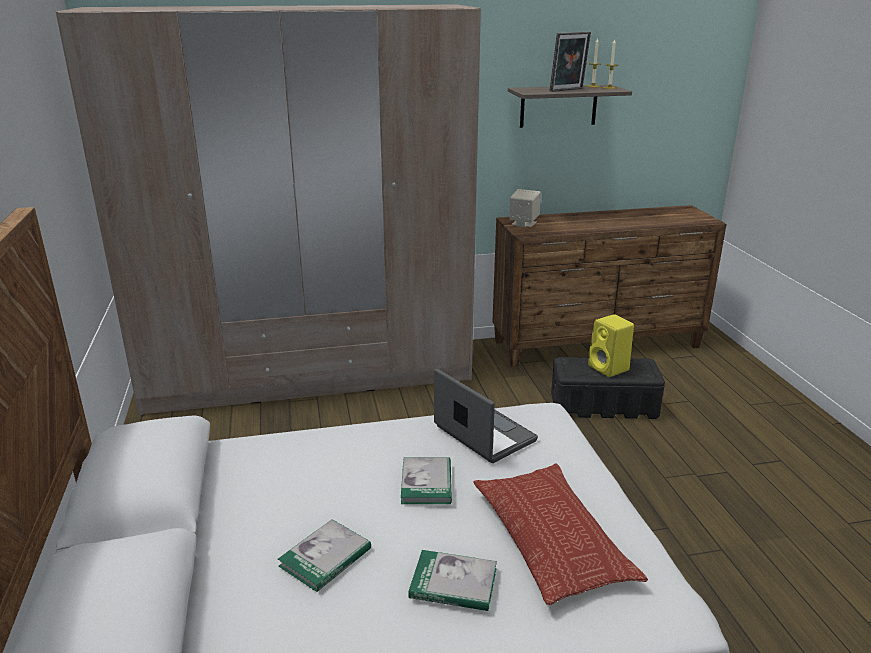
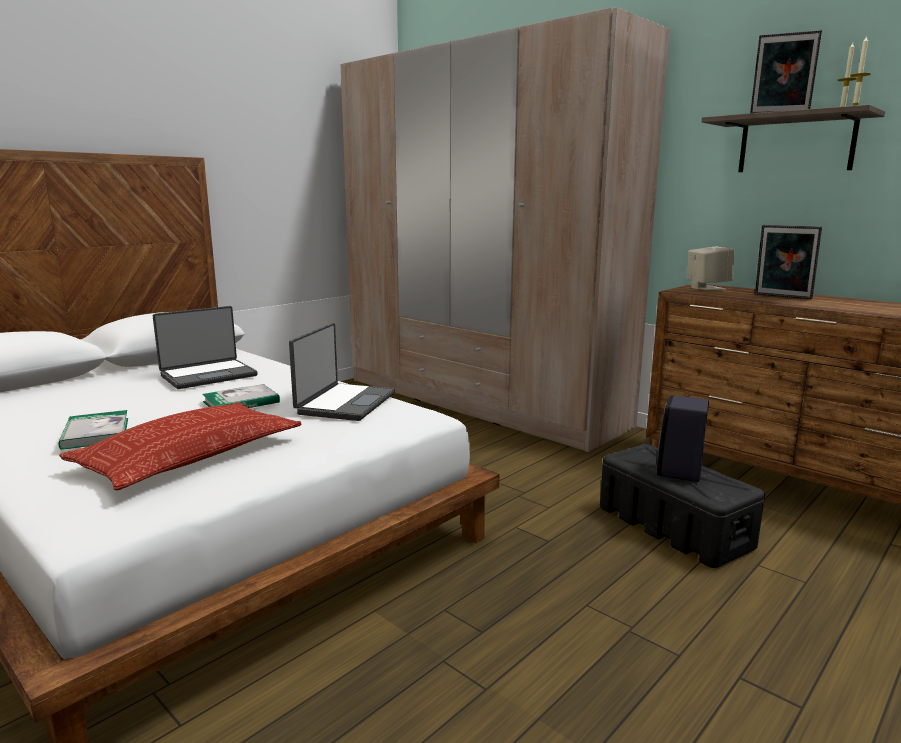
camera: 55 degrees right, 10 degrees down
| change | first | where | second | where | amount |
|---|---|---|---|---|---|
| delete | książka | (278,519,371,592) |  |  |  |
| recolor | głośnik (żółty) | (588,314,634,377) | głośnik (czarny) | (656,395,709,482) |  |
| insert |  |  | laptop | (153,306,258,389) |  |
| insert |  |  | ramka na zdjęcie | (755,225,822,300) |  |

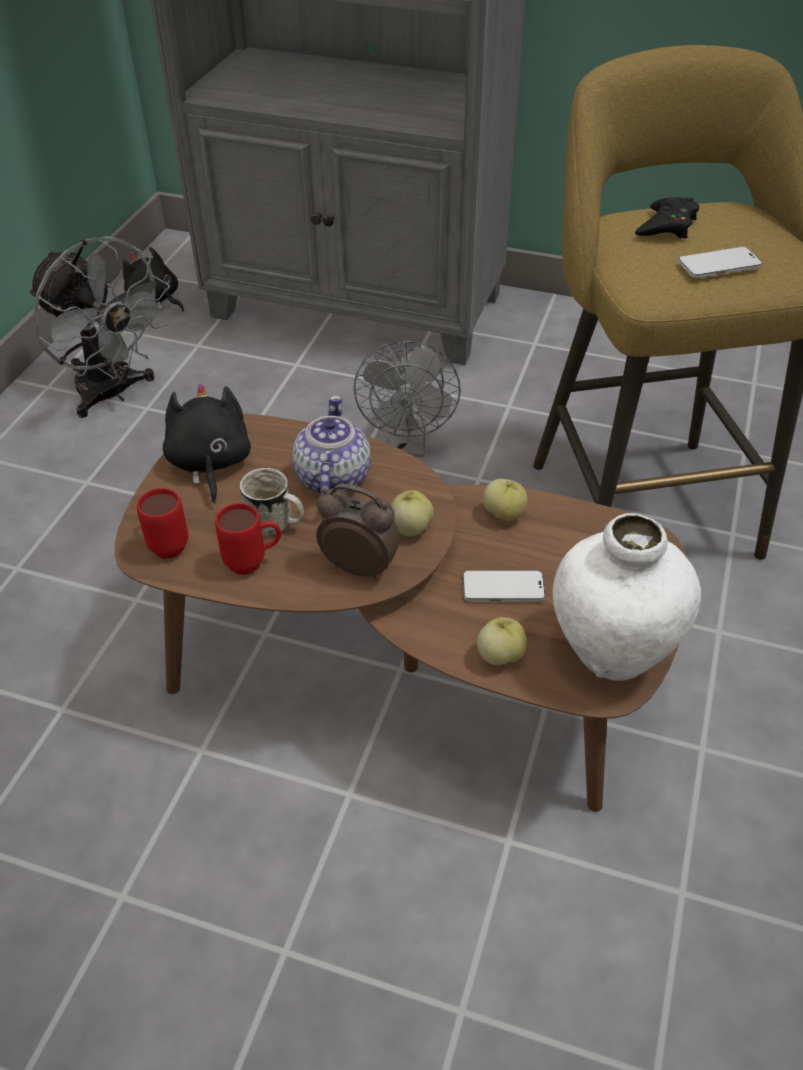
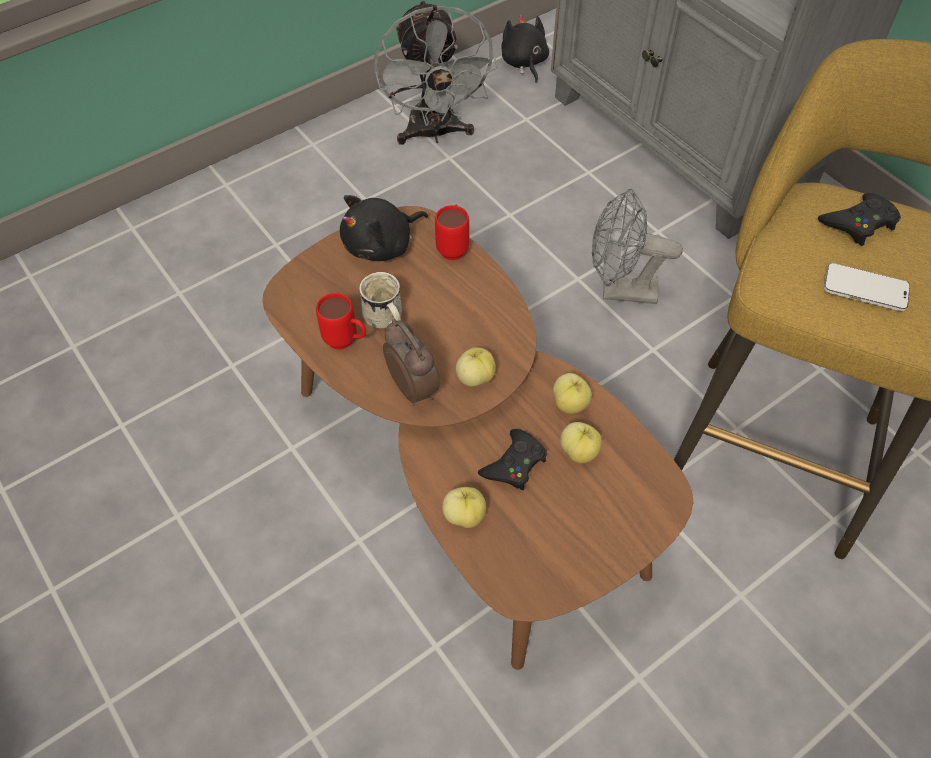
camera: 35 degrees right, 10 degrees up
| change | first | where | second | where | amount |
|---|---|---|---|---|---|
| move | kubek (czerwony) | (137,488,188,559) |  | (435,205,469,260) |  |
| rotate | pluszak (czarny) | (163,382,251,504) |  | (340,195,428,261) | 150 degrees counterclockwise |
| delete | imbryk | (293,395,371,494) |  |  |  |
| rotate | wentylator (szary) | (354,341,461,457) |  | (592,189,683,304) | 60 degrees clockwise |
| replace | telefon | (463,570,545,602) | pad do gier (czarny) | (478,429,547,490) |  |
| delete | wazon (biały) | (552,513,701,681) |  |  |  |
| insert |  |  | jabłko | (560,422,602,463) |  |

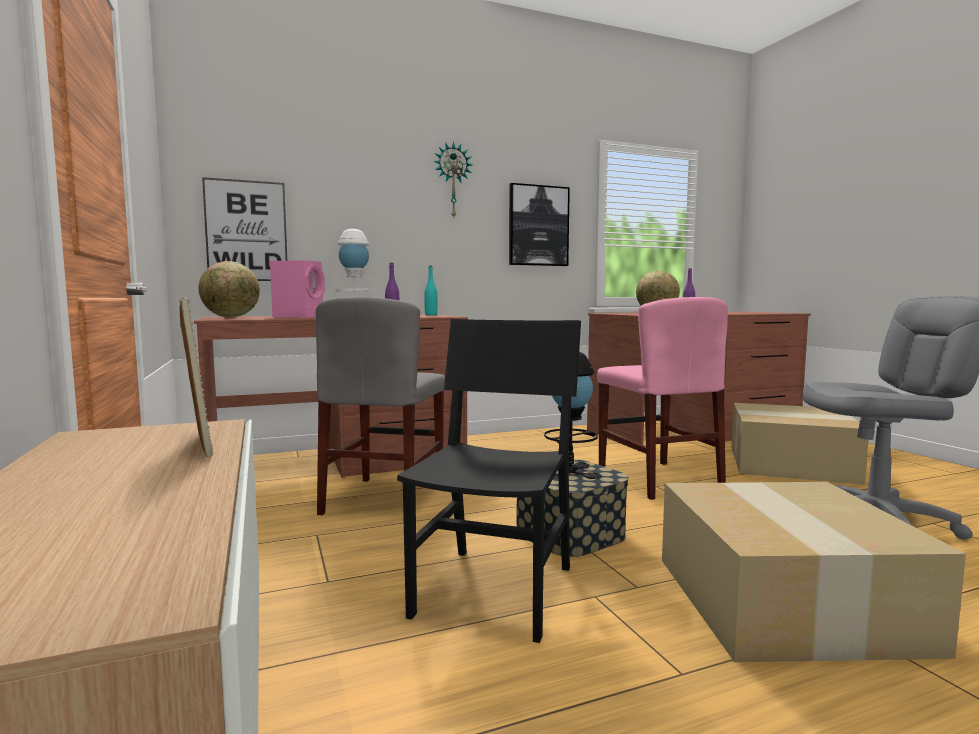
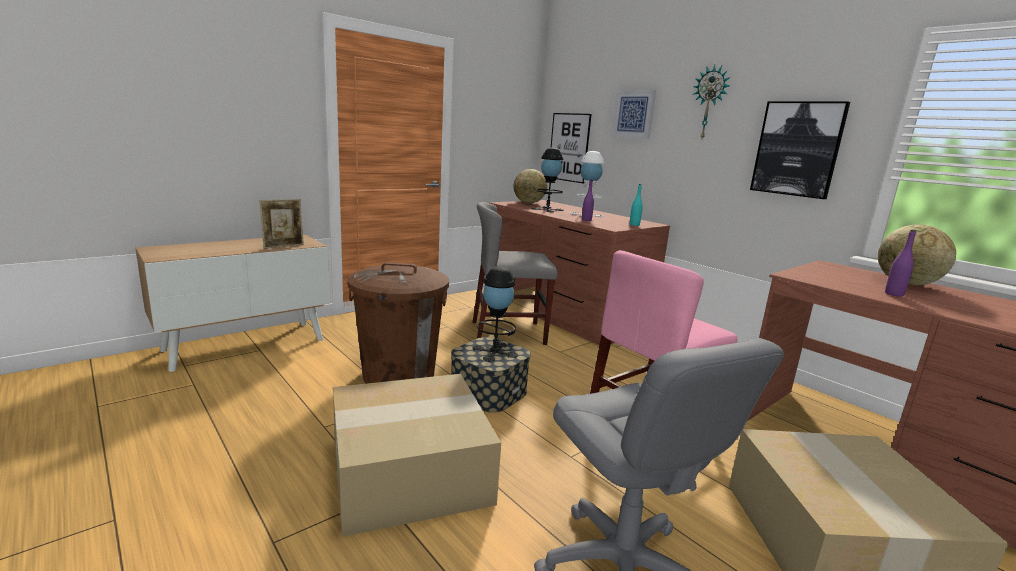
camera: 70 degrees right, 10 degrees up
| change | first | where | second | where | amount |
|---|---|---|---|---|---|
| replace | głośnik (różowy) | (270,260,325,318) | lampa stołowa (czarny) | (532,148,564,212) |  |
| replace | krzesło (czarny) | (397,319,581,643) | kosz na śmieci (brązowy) | (347,262,449,384) |  |
| insert |  |  | obraz | (611,89,656,139) |  |

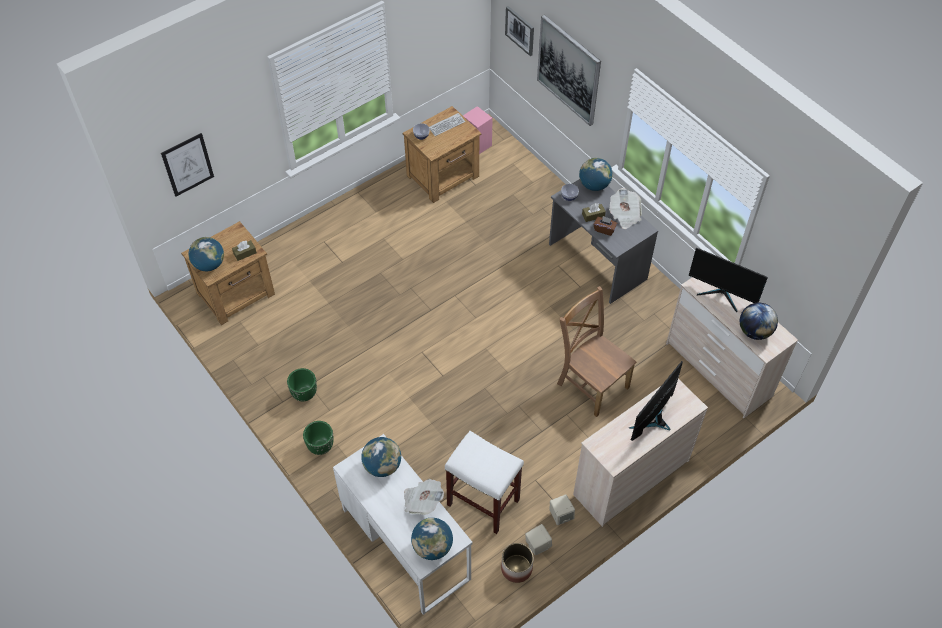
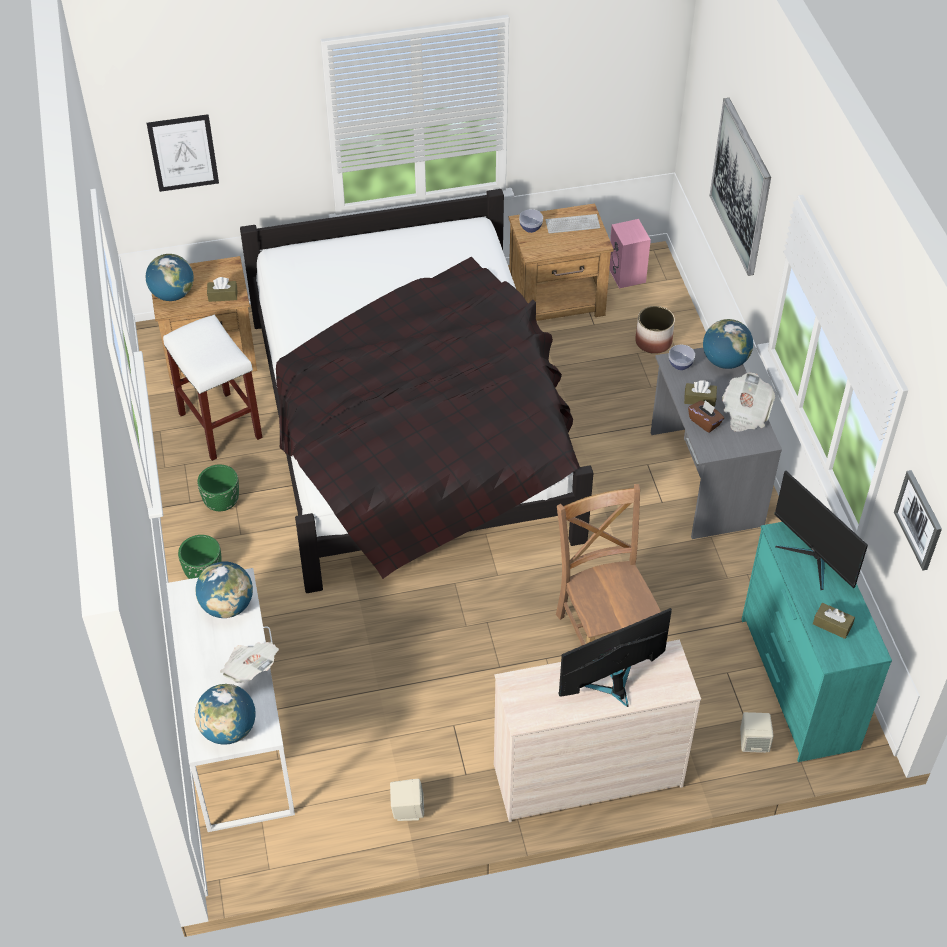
camera: 25 degrees right, 5 degrees down
| change | first | where | second | where | amount |
|---|---|---|---|---|---|
| move | stołek (biały) | (445,431,524,534) |  | (163,315,263,461) |  |
| move | donica | (501,543,534,583) |  | (635,306,675,354) |  |
| move | obraz | (505,6,534,56) |  | (894,470,942,570) |  |
| move | głośnik (beżowy) | (549,494,575,525) |  | (740,712,773,753) |  |
| recolor | komoda (beżowy) | (666,277,798,418) | komoda (turkusowy) | (741,522,892,762) |  |
| replace | globus | (740,303,778,340) | pudełko chusteczek (brązowy) | (813,603,855,639) |  |
| insert |  |  | łóżko (czarny) | (240,189,593,593) |  |

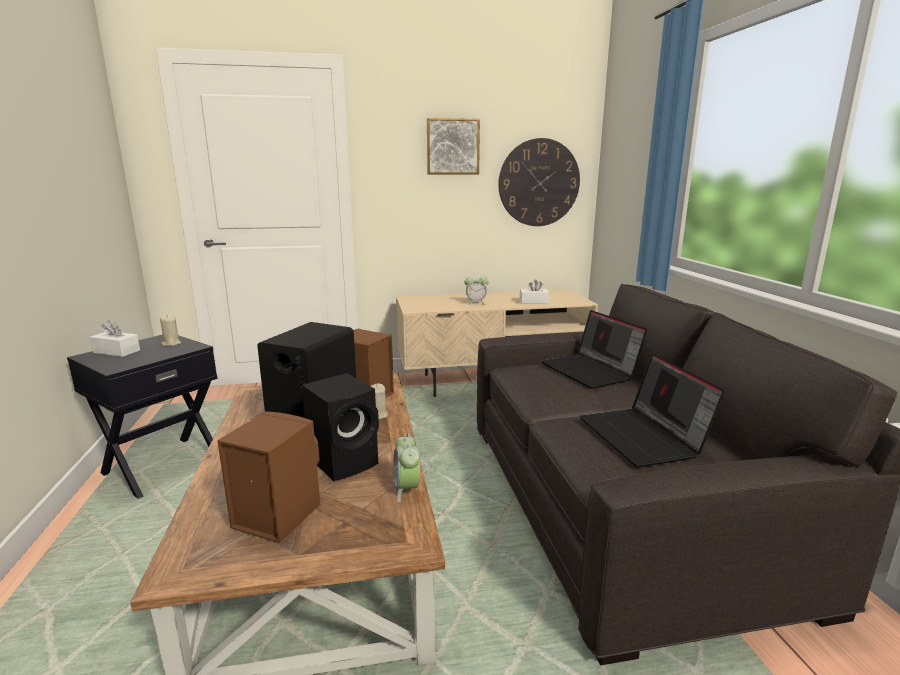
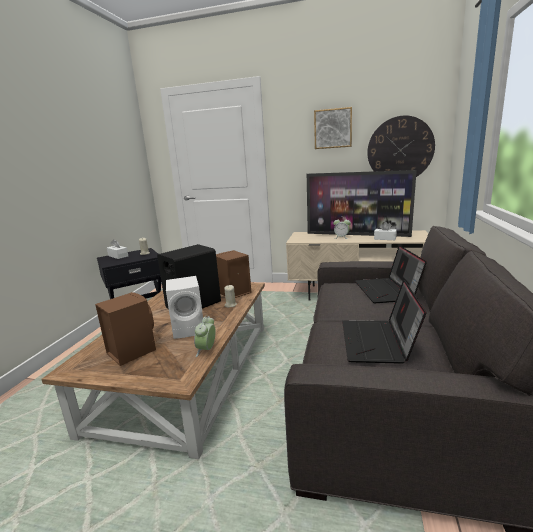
camera: 25 degrees right, 0 degrees up
| change | first | where | second | where | amount |
|---|---|---|---|---|---|
| recolor | głośnik (czarny) | (302,373,379,481) | głośnik (biały) | (166,276,203,339) |  |
| insert |  |  | telewizor | (307,170,417,237) |  |

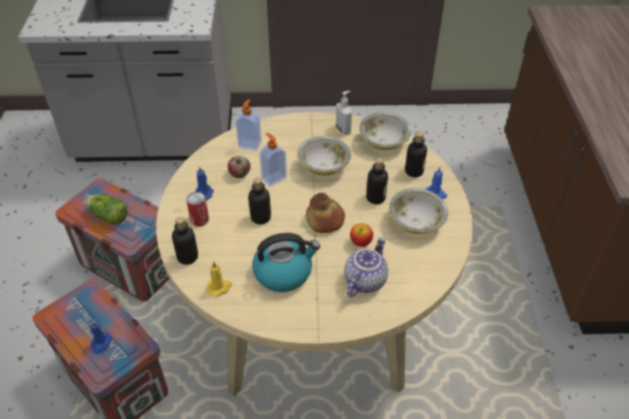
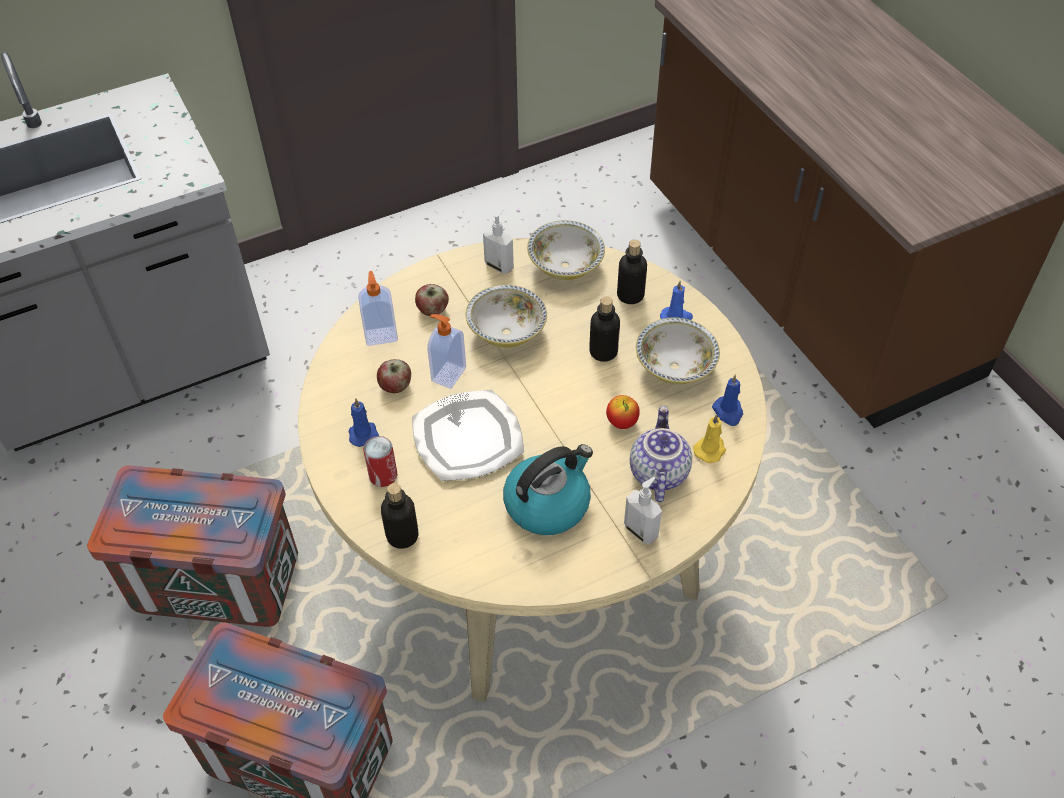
camera: 25 degrees left, 5 degrees up
| change | first | where | second | where | amount |
|---|---|---|---|---|---|
| delete | sałata | (86,194,128,225) |  |  |  |
| move | świeca (niebieski) | (90,321,112,354) |  | (712,374,743,426) |  |
| move | świeca (żółty) | (206,261,232,297) |  | (693,414,726,463) |  |
| replace | butelka | (248,177,271,224) | talerz | (412,390,524,481) |  |
| delete | chleb | (306,193,345,233) |  |  |  |
| insert |  |  | jabłko | (415,284,449,316) |  |
| insert |  |  | dozownik mydła | (624,477,662,545) |  |

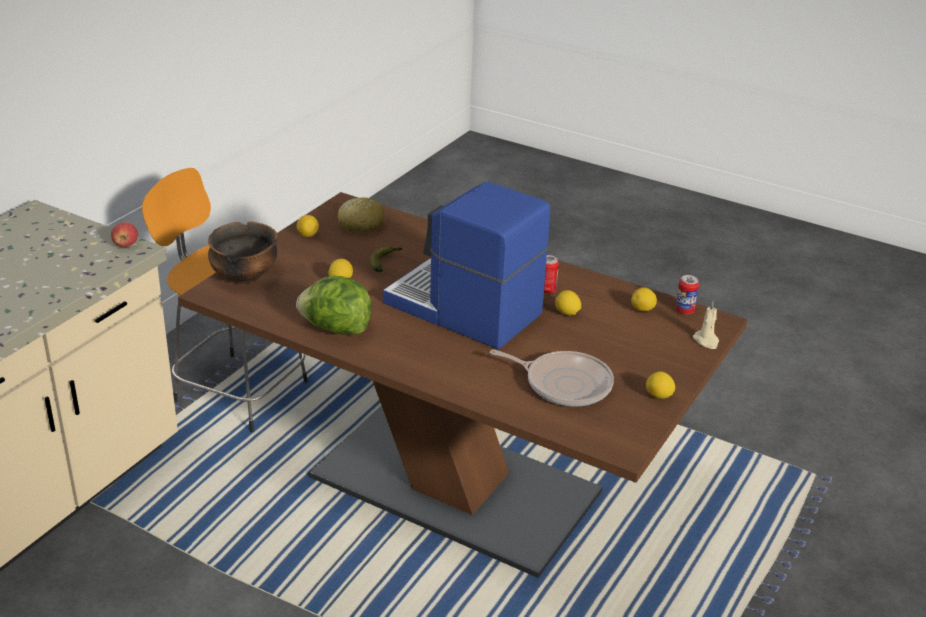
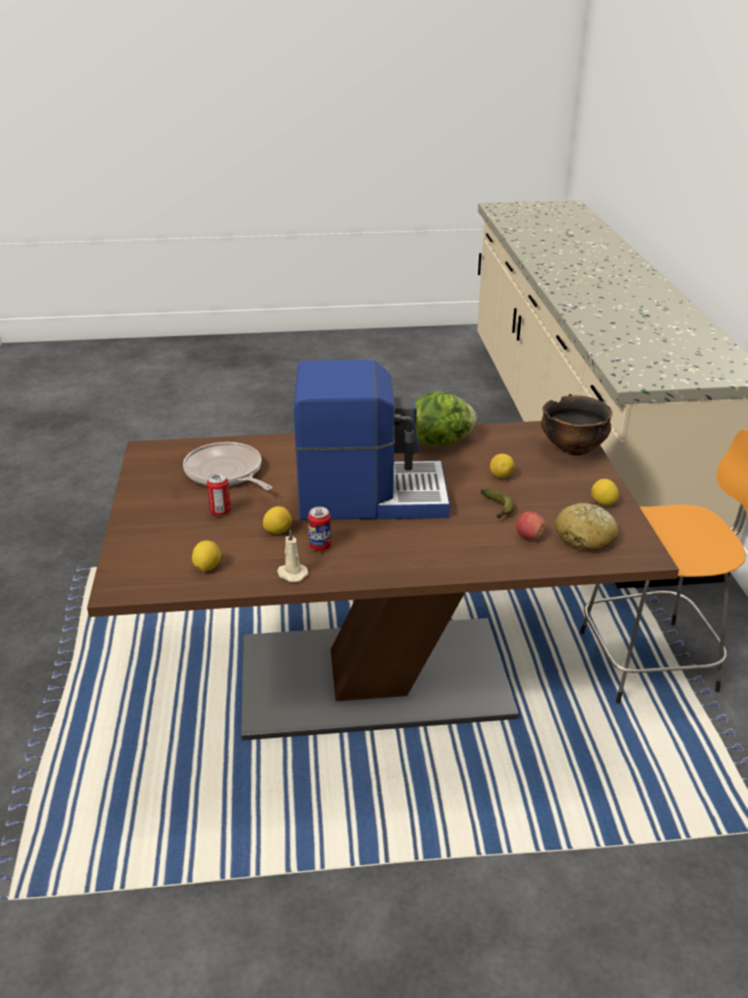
camera: 145 degrees right, 0 degrees up
| change | first | where | second | where | amount |
|---|---|---|---|---|---|
| move | jabłko | (111,222,138,247) |  | (516,511,546,540) |  |
| rotate | patelnia | (490,349,614,406) |  | (183,442,272,490) | 60 degrees clockwise |
| delete | cytryna | (646,371,675,399) |  |  |  |
| move | puszka | (675,275,699,314) |  | (207,473,231,516) |  |
| move | świeca (beżowy) | (693,301,719,349) |  | (277,530,308,582) |  |

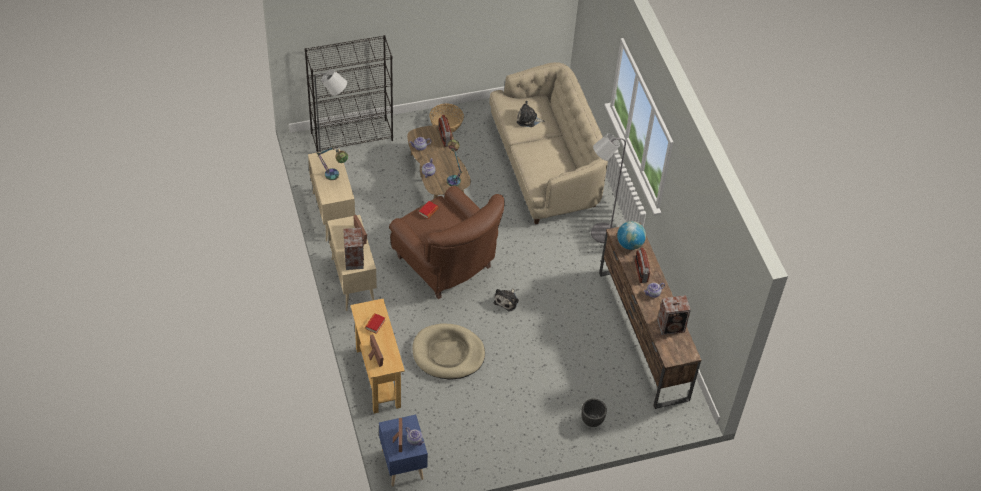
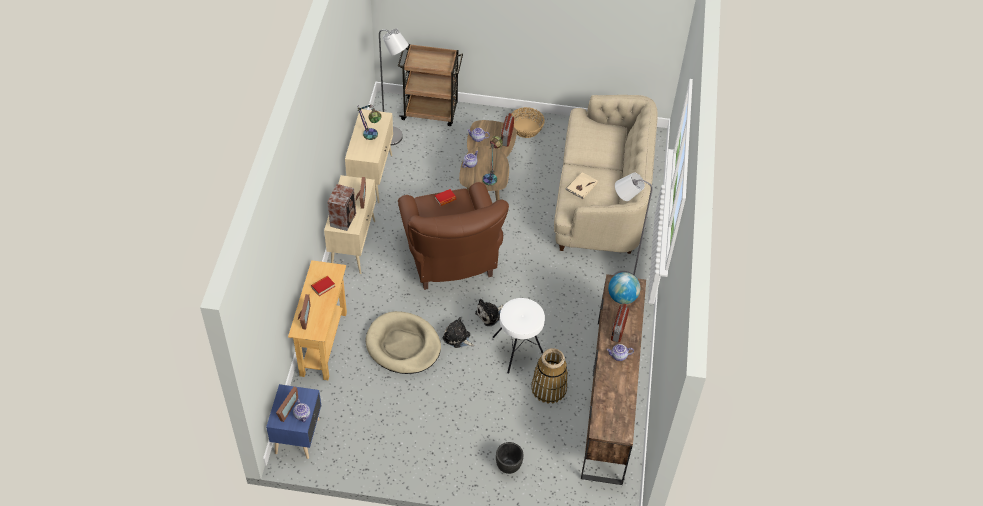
camera: 25 degrees right, 0 degrees up
| change | first | where | second | where | amount |
|---|---|---|---|---|---|
| replace | regał (czarny) | (305,35,393,153) | wózek (brązowy) | (398,44,463,126) |  |
| move | pluszak | (517,101,544,127) |  | (443,317,474,348) |  |
| delete | głośnik | (657,295,691,335) |  |  |  |
| insert |  |  | stołek (biały) | (493,298,546,374) |  |
| insert |  |  | koszyk | (531,348,568,404) |  |
| insert |  |  | książka (beżowy) | (565,172,598,199) |  |

